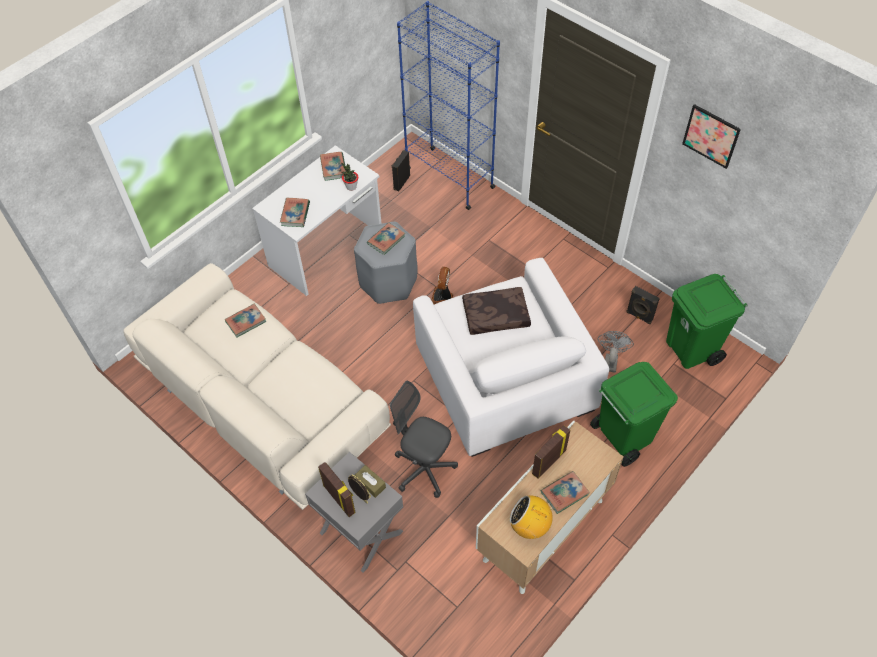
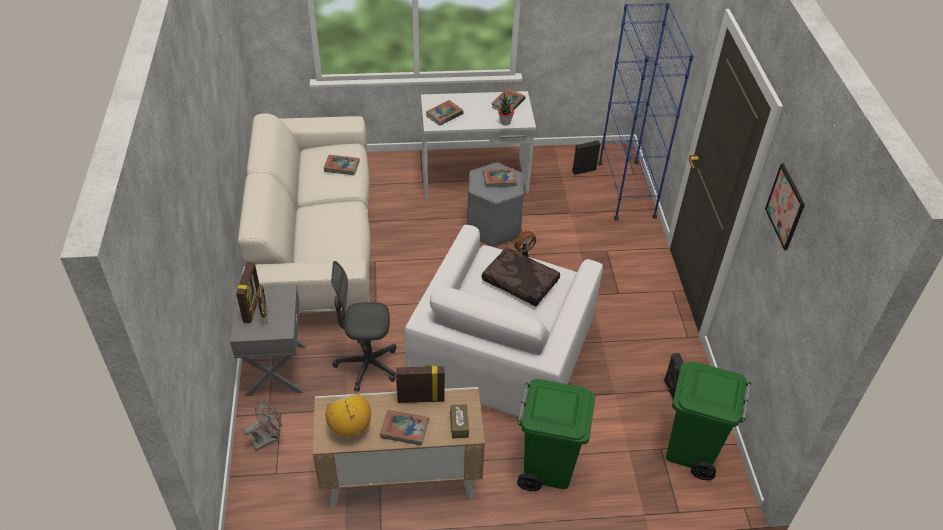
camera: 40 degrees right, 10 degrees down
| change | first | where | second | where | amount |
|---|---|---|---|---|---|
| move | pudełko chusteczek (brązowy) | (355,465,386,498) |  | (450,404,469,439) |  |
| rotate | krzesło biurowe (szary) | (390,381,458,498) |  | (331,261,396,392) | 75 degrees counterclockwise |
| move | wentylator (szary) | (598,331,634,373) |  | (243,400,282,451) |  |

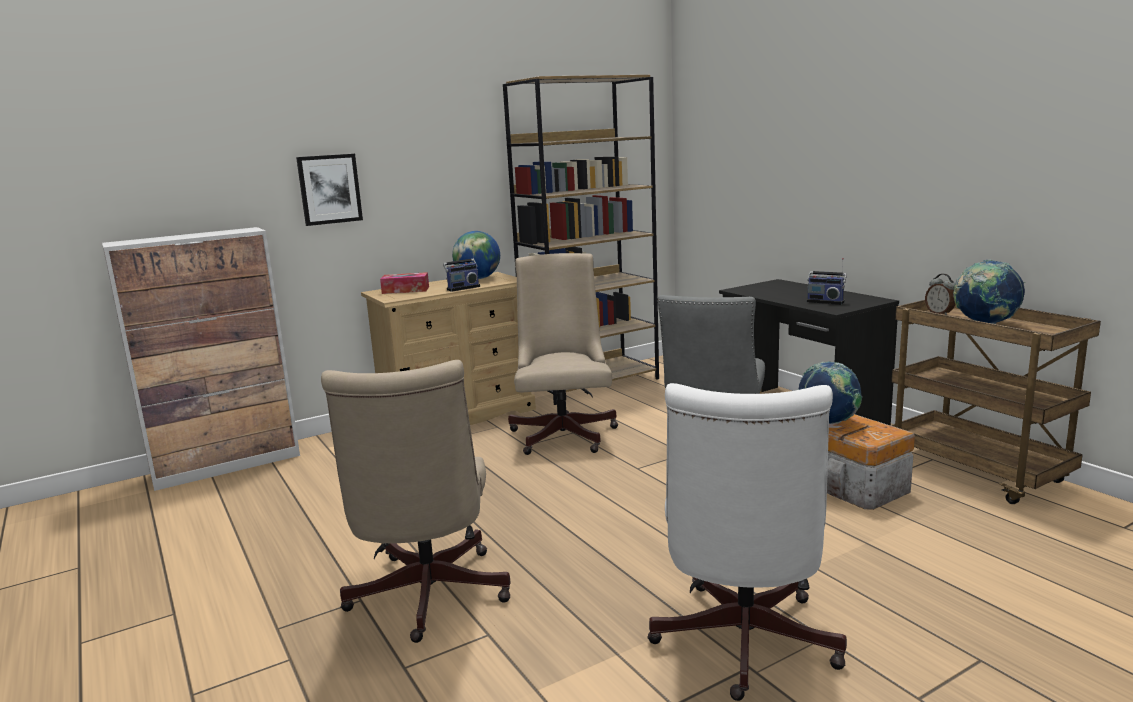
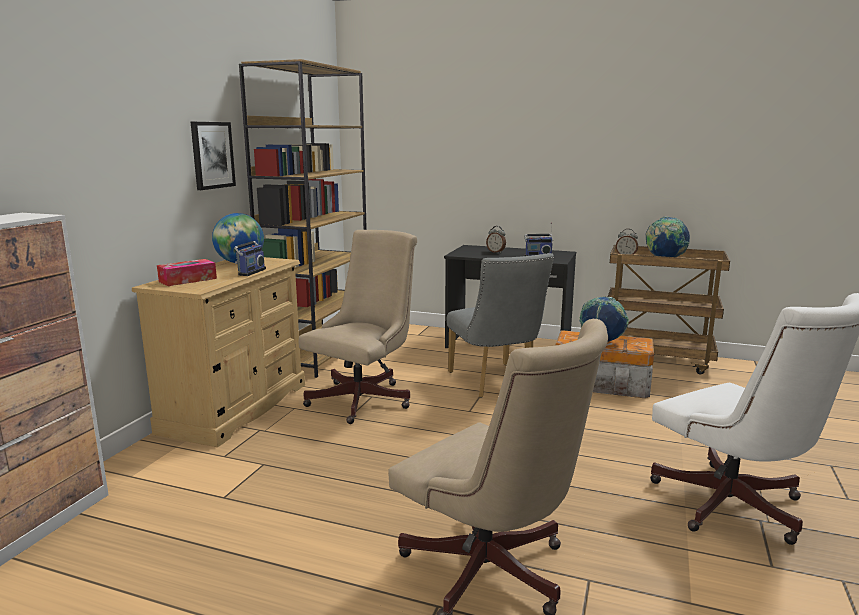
camera: 40 degrees left, 0 degrees up
| change | first | where | second | where | amount |
|---|---|---|---|---|---|
| move | obraz | (296,154,363,226) |  | (191,122,236,190) |  |
| rotate | krzesło biurowe (beżowy) | (508,253,618,455) |  | (299,230,417,424) | 75 degrees clockwise |
| insert |  |  | budzik | (486,226,506,253) |  |

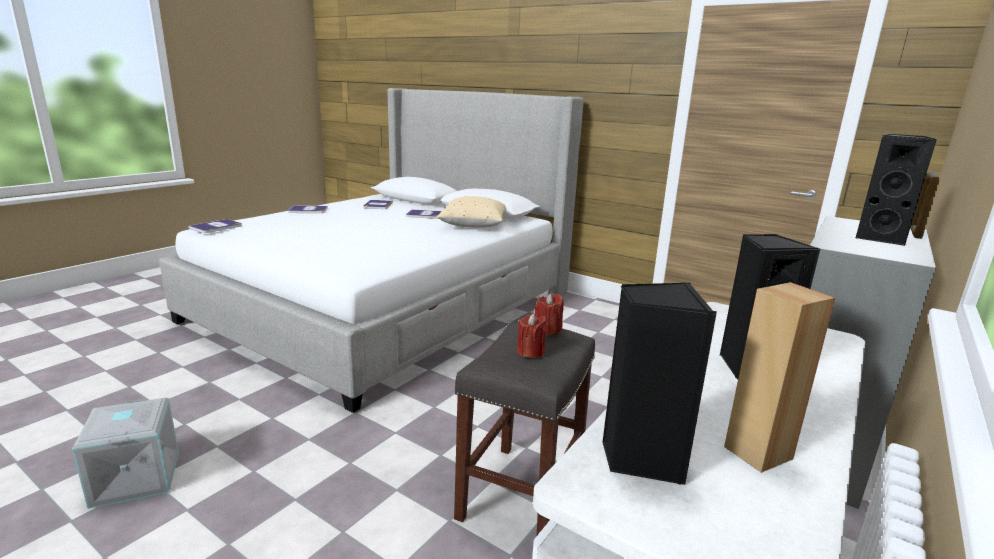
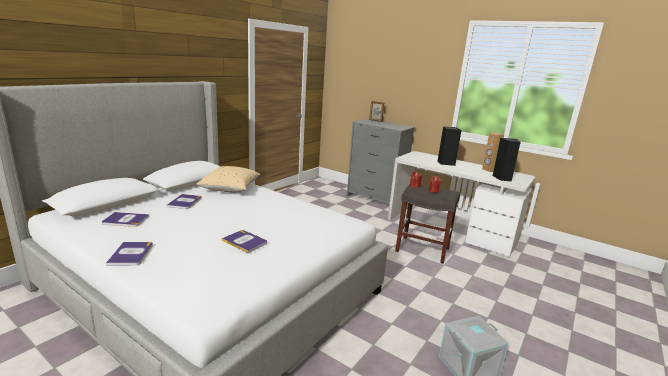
camera: 90 degrees left, 0 degrees up
| change | first | where | second | where | amount |
|---|---|---|---|---|---|
| move | książka | (188,219,242,233) |  | (221,230,267,253) |  |
| delete | głośnik (czarny) | (855,134,937,246) |  |  |  |

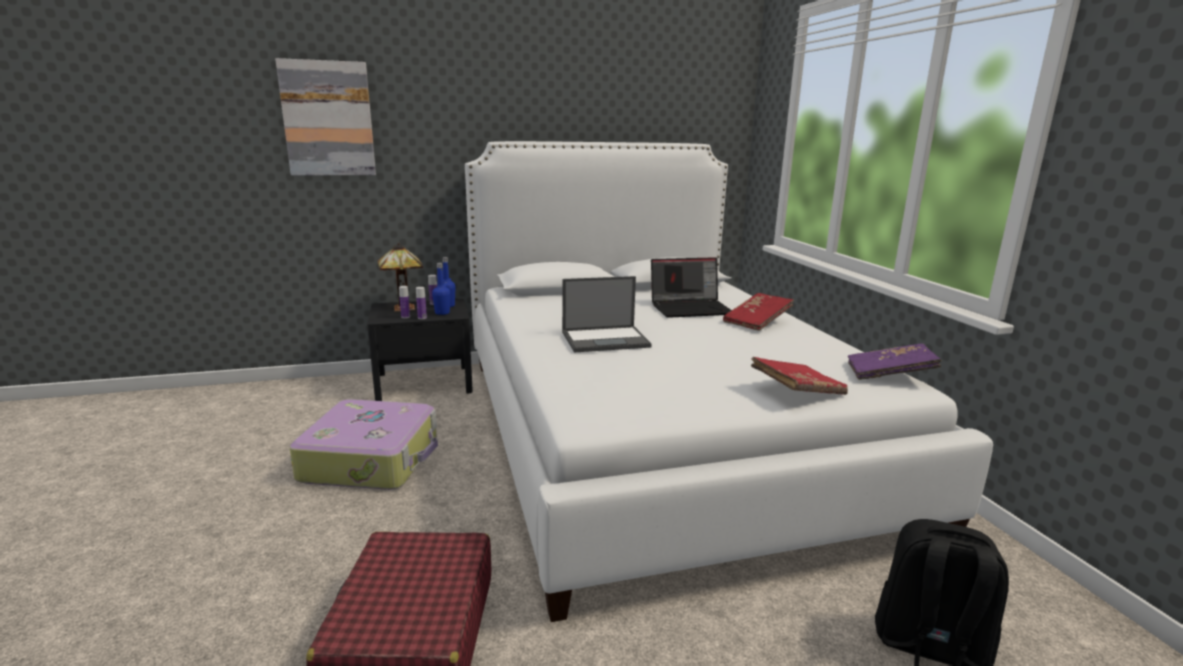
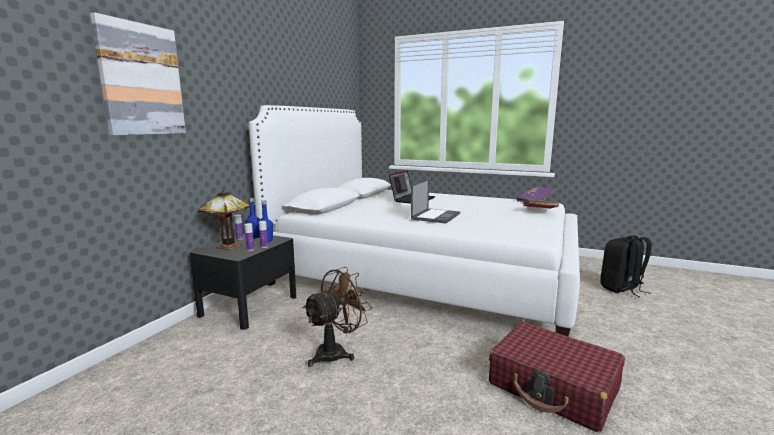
camera: 50 degrees left, 5 degrees down
| change | first | where | second | where | amount |
|---|---|---|---|---|---|
| replace | walizka | (290,399,438,490) | wentylator (brązowy) | (303,267,372,367) |  |
| delete | książka (czerwony) | (723,293,794,331) |  |  |  |

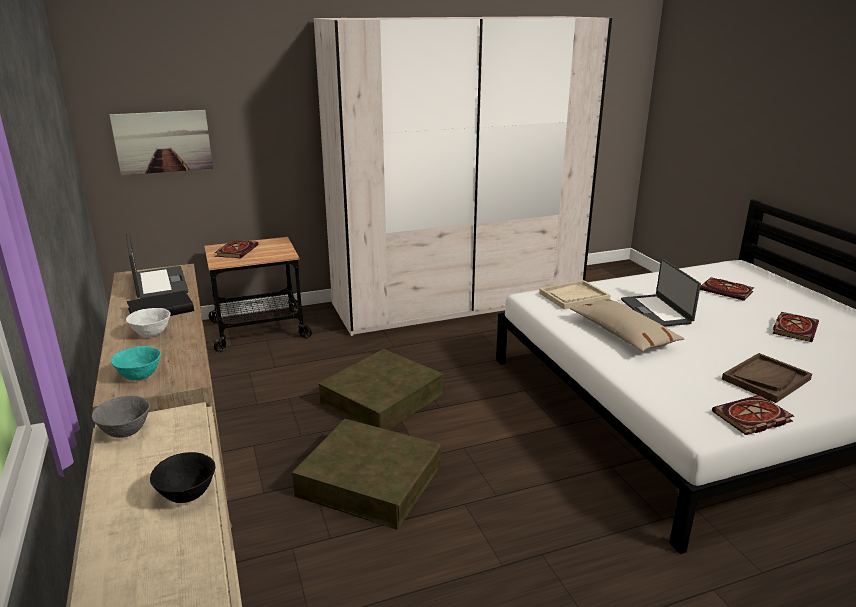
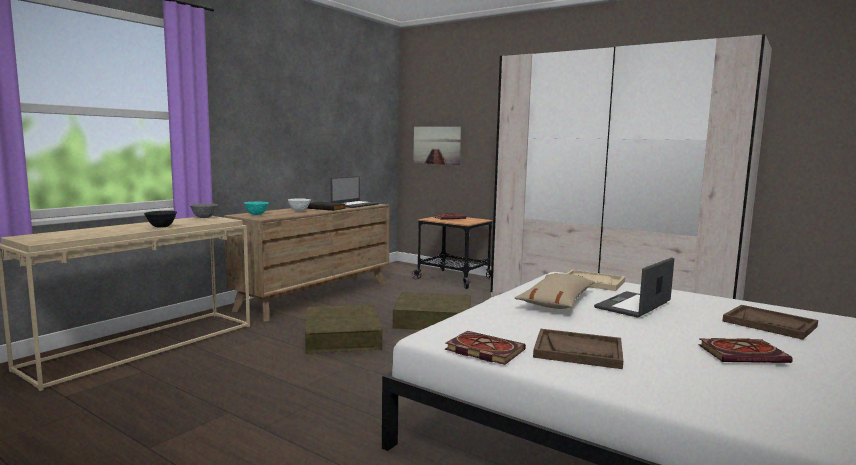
camera: 55 degrees right, 15 degrees down
| change | first | where | second | where | amount |
|---|---|---|---|---|---|
| replace | książka | (700,277,754,301) | taca (brązowy) | (722,305,818,340) |  |

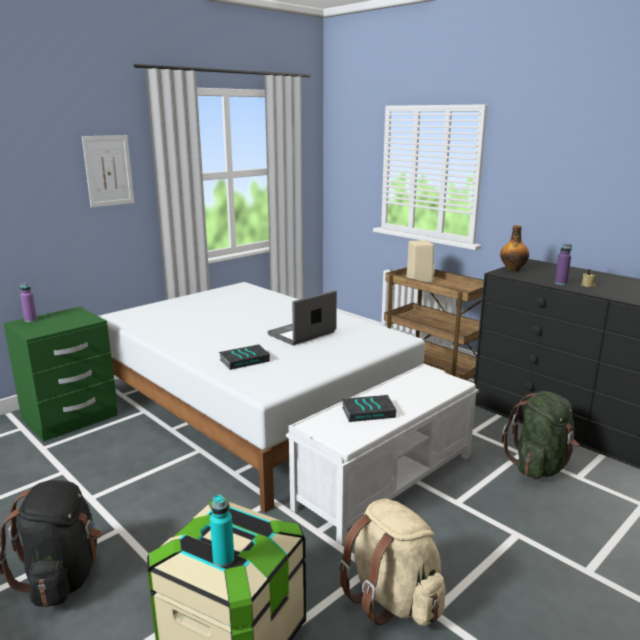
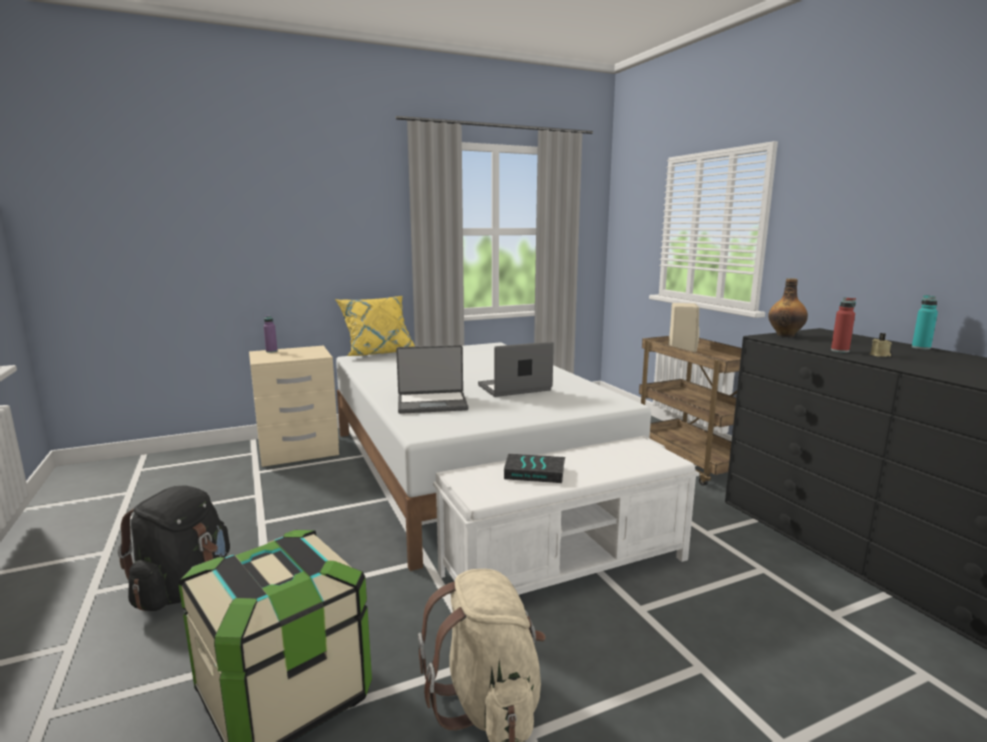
camera: 20 degrees right, 5 degrees down
| change | first | where | second | where | amount |
|---|---|---|---|---|---|
| recolor | szafka nocna (zielony) | (4,307,118,442) | szafka nocna (beżowy) | (249,345,339,467) |  |
| delete | obraz | (82,135,134,208) |  |  |  |
| move | butelka (turkusowy) | (210,494,234,567) |  | (912,295,938,350) |  |
| replace | książka | (219,344,270,370) | laptop | (396,345,468,414) |  |
| delete | plecak (zielony) | (501,391,579,478) |  |  |  |
| recolor | butelka (fioletowy) | (555,244,572,285) | butelka (czerwony) | (831,297,856,353) |  |
| insert |  |  | poduszka (żółty) | (335,296,415,356) |  |

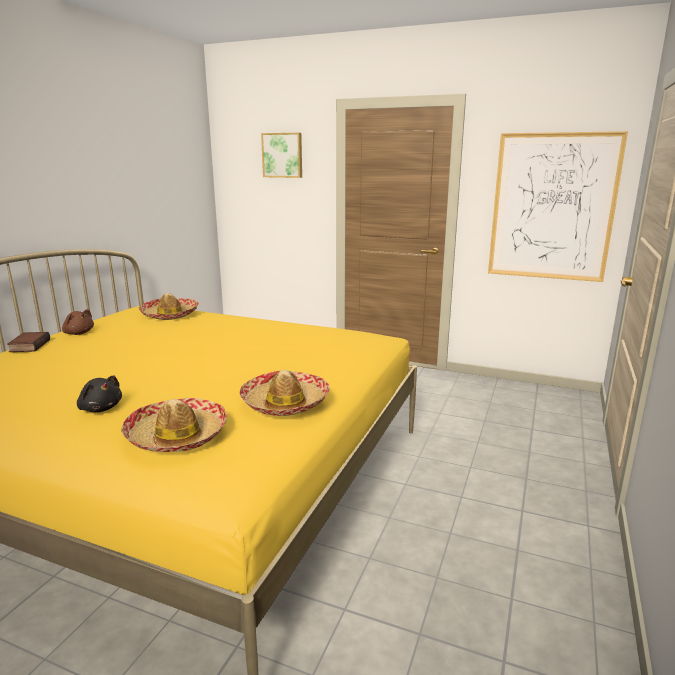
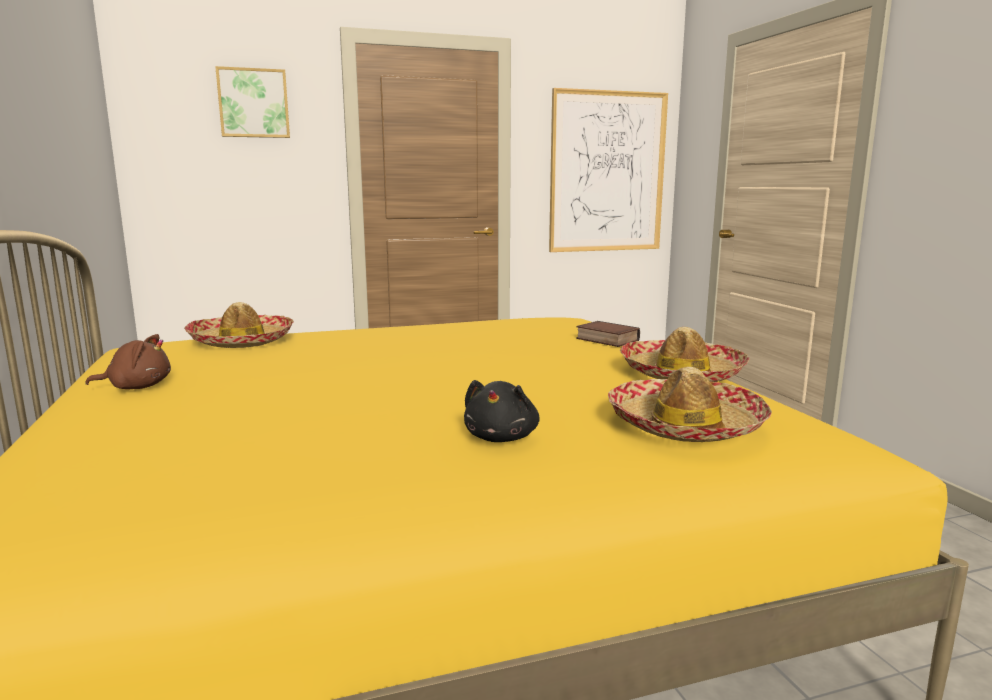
camera: 40 degrees left, 5 degrees down
| change | first | where | second | where | amount |
|---|---|---|---|---|---|
| move | książka | (7,332,50,352) |  | (576,321,640,347) |  |
| rotate | pluszak (czarny) | (77,376,122,412) |  | (464,380,540,442) | 105 degrees clockwise |

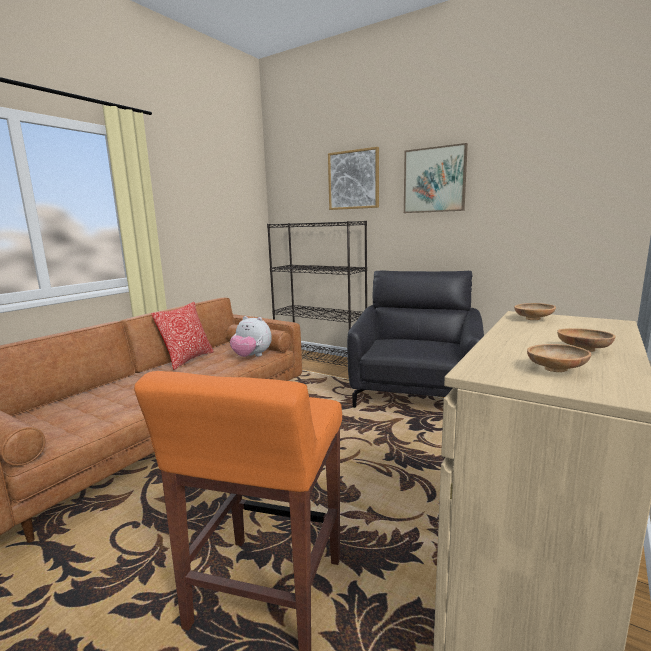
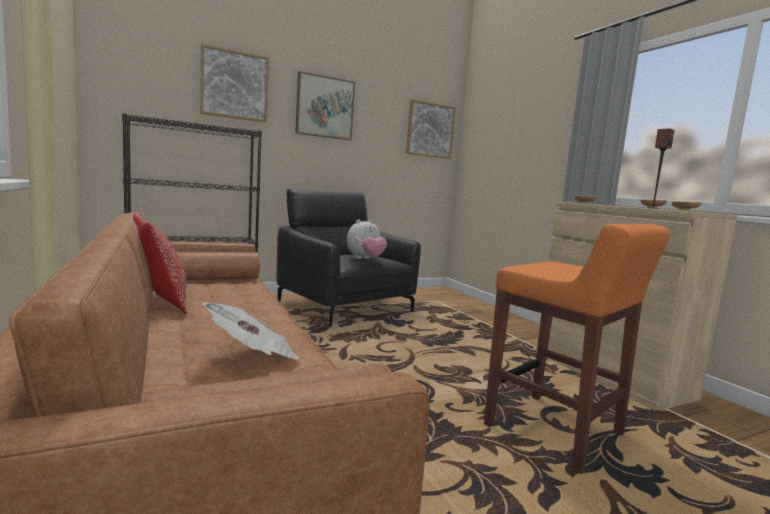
camera: 60 degrees left, 5 degrees down
| change | first | where | second | where | amount |
|---|---|---|---|---|---|
| move | pluszak | (230,316,272,357) |  | (347,220,387,259) |  |
| insert |  |  | gazeta | (202,302,300,359) |  |
| insert |  |  | obraz | (406,99,456,159) |  |
| insert |  |  | głośnik | (647,128,674,209) |  |

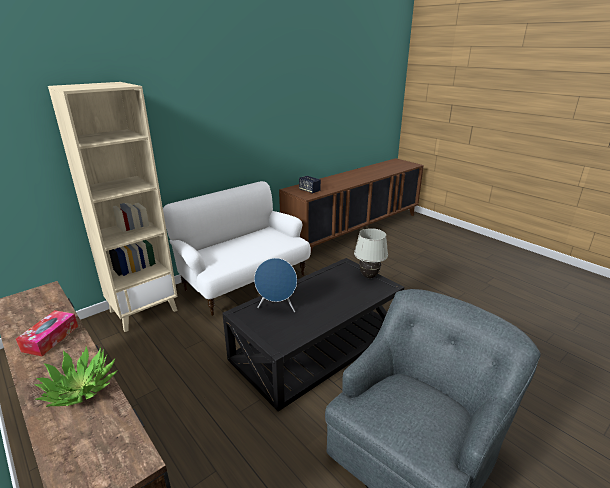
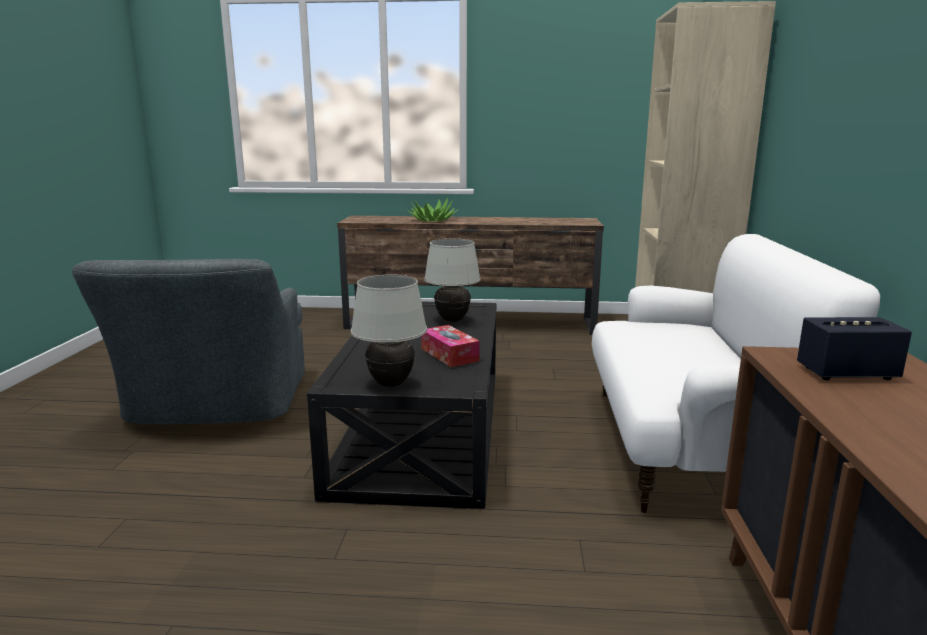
camera: 135 degrees right, 10 degrees down
| change | first | where | second | where | amount |
|---|---|---|---|---|---|
| move | pudełko chusteczek | (16,310,78,356) |  | (421,325,480,367) |  |
| replace | głośnik (niebieski) | (254,258,297,312) | lampa stołowa (biały) | (424,239,481,322) |  |

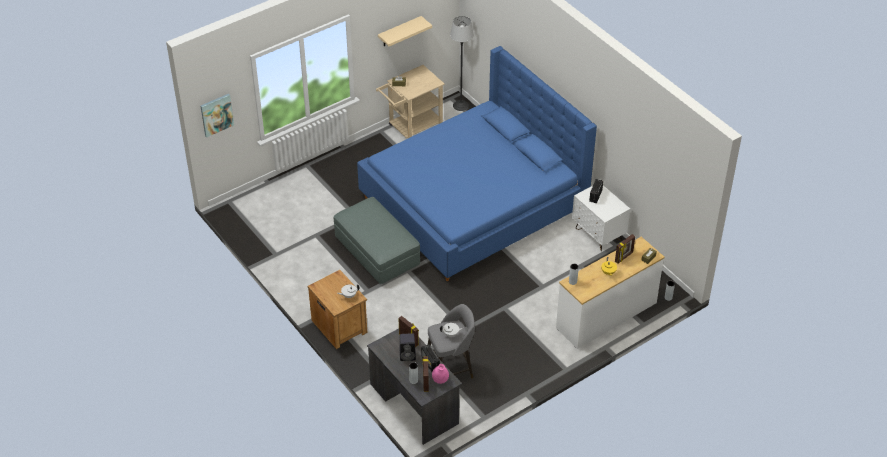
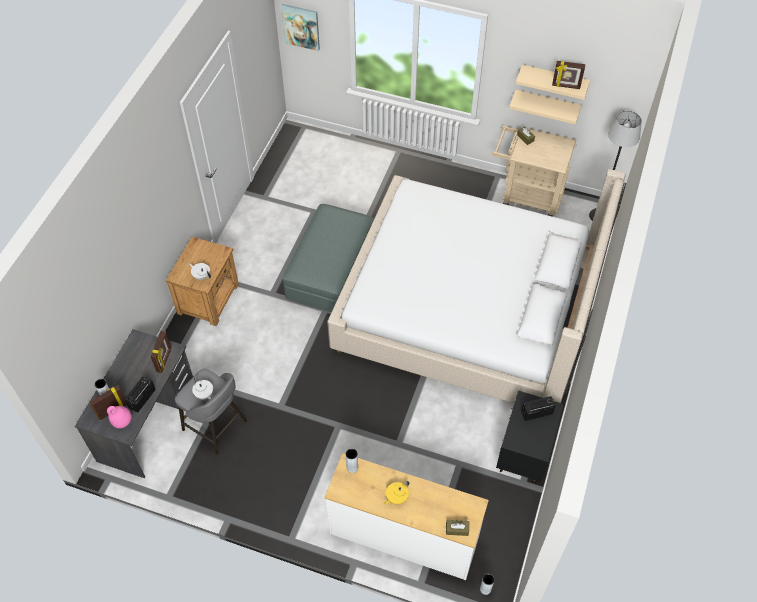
camera: 55 degrees right, 10 degrees up
| change | first | where | second | where | amount |
|---|---|---|---|---|---|
| recolor | łóżko (niebieski) | (357,46,597,281) | łóżko (beżowy) | (327,169,626,403) |  |
| delete | głośnik (czarny) | (400,333,416,361) |  |  |  |
| recolor | szafka nocna (biały) | (572,185,630,251) | szafka nocna (czarny) | (496,391,564,483) |  |
| move | ramka na zdjęcie | (615,234,635,264) |  | (552,61,585,89) |  |
| insert |  |  | półka (beżowy) | (509,90,582,124) |  |

